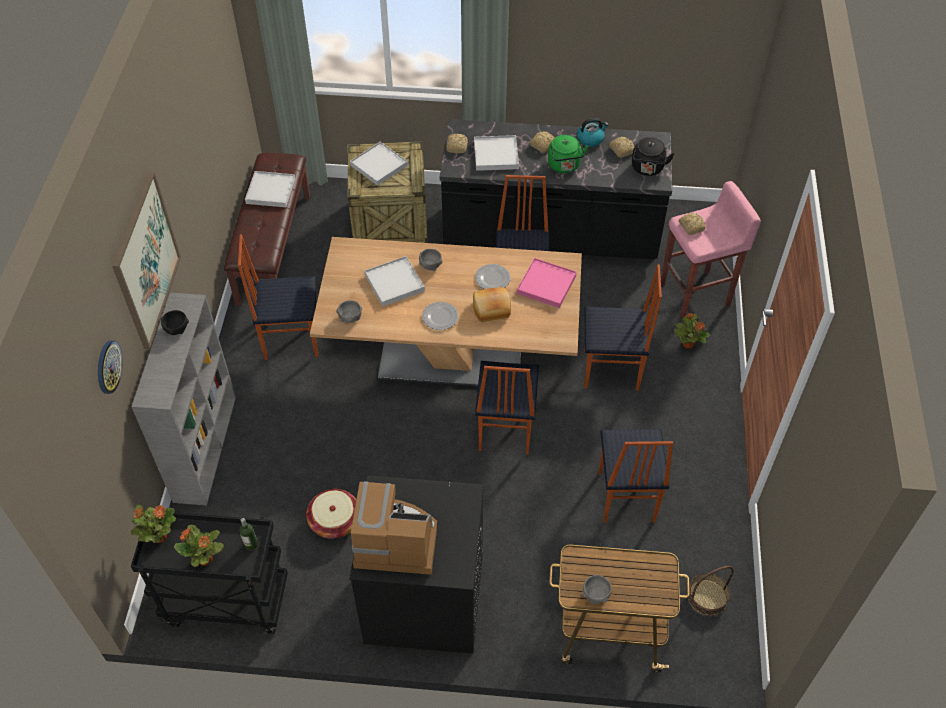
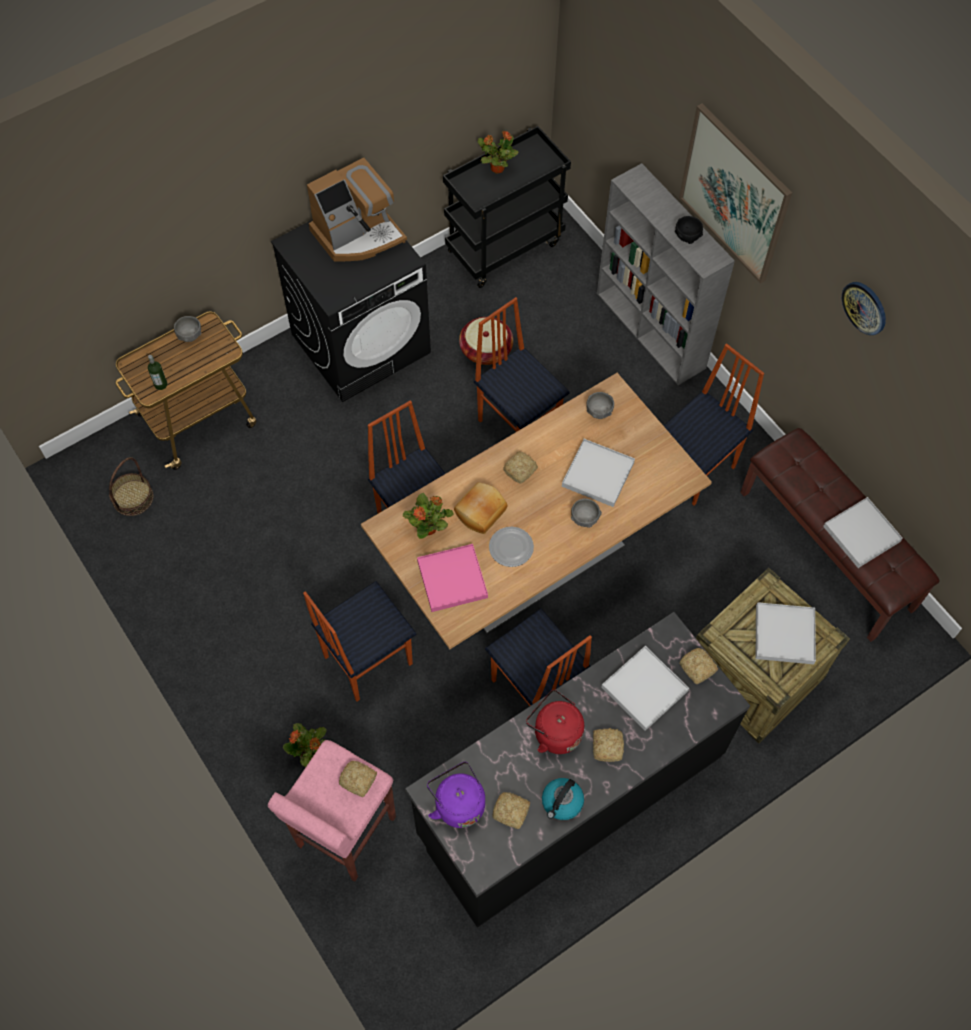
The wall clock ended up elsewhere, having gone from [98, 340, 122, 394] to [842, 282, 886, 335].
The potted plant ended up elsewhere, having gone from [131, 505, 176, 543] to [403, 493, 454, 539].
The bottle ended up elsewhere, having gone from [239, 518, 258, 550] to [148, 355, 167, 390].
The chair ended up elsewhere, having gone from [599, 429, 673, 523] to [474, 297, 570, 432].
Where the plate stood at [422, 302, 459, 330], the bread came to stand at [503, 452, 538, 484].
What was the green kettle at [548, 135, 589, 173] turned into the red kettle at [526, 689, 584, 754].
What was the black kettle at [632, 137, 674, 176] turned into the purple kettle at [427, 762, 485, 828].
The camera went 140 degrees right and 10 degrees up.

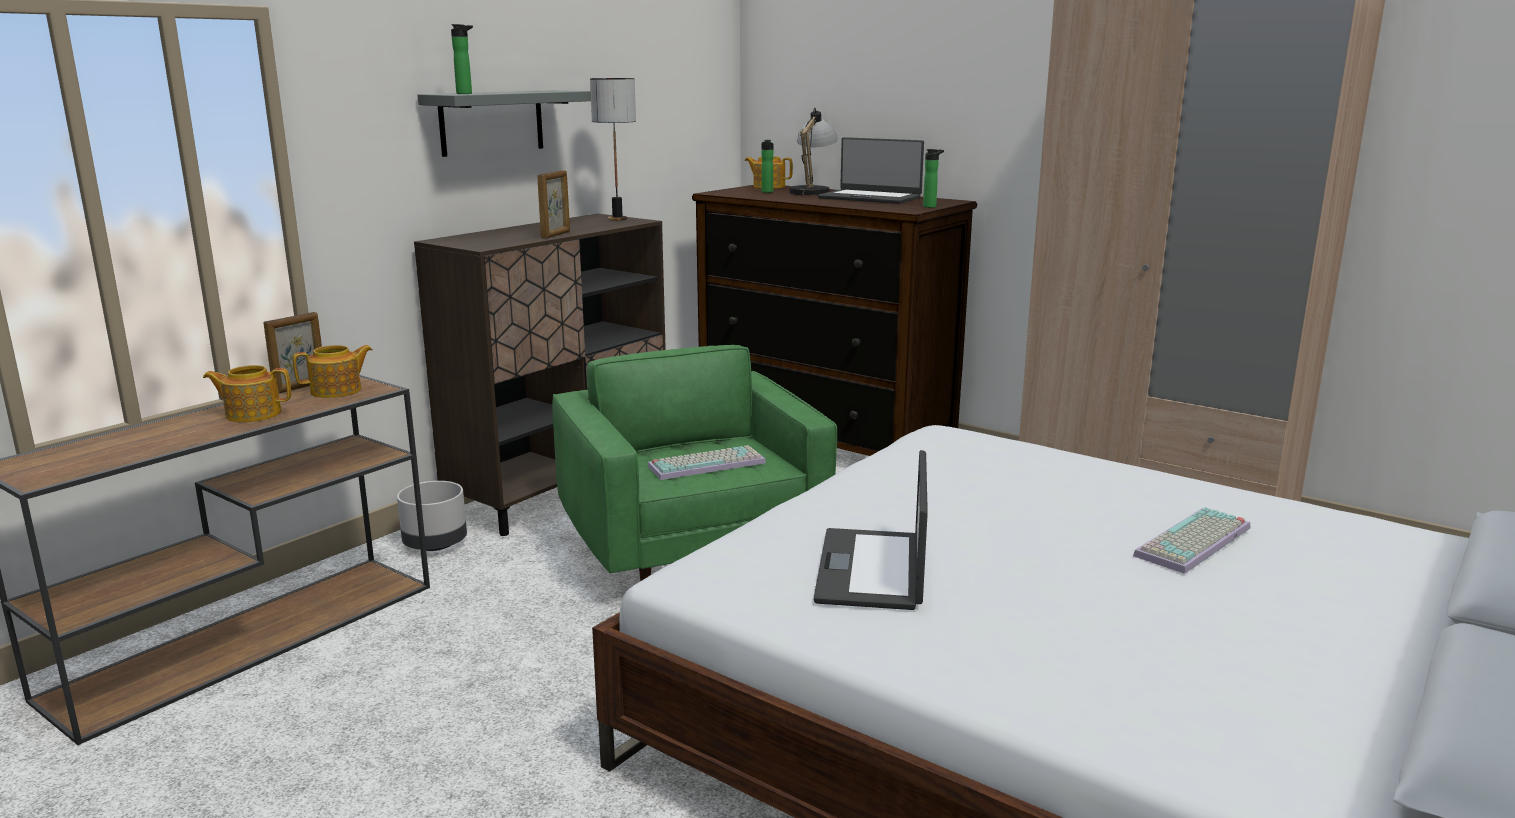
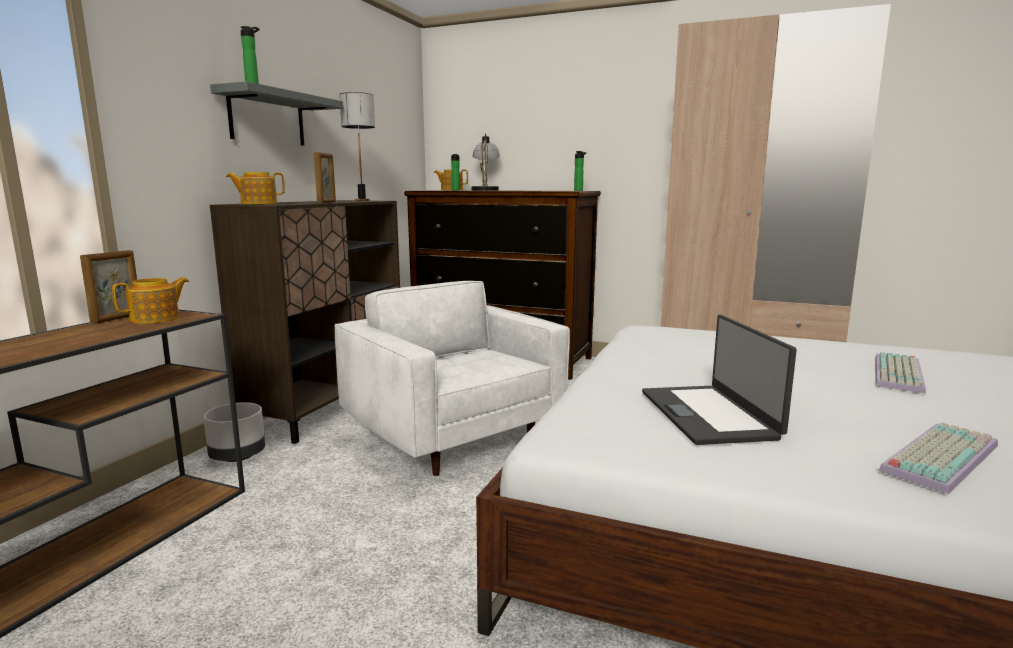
The second view lost the laptop at [818, 137, 924, 204].
The teapot ended up elsewhere, having gone from [203, 365, 291, 422] to [226, 172, 285, 204].
The keyboard ended up elsewhere, having gone from [648, 445, 766, 480] to [879, 422, 998, 494].
What was the green armchair at [552, 345, 837, 581] turned into the white armchair at [335, 281, 570, 476].
The camera went 15 degrees left and 5 degrees down.

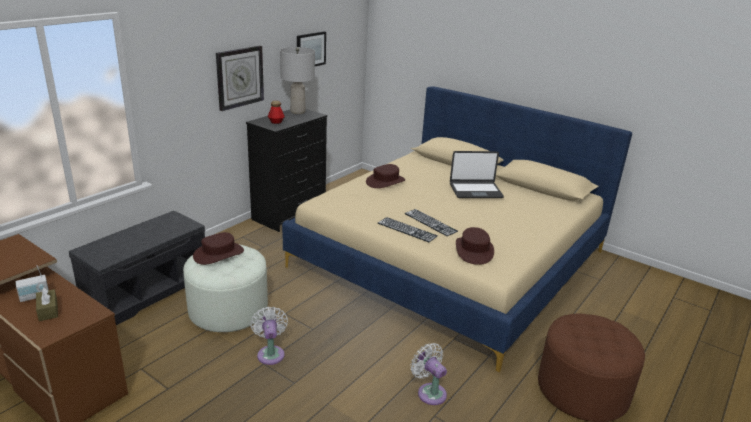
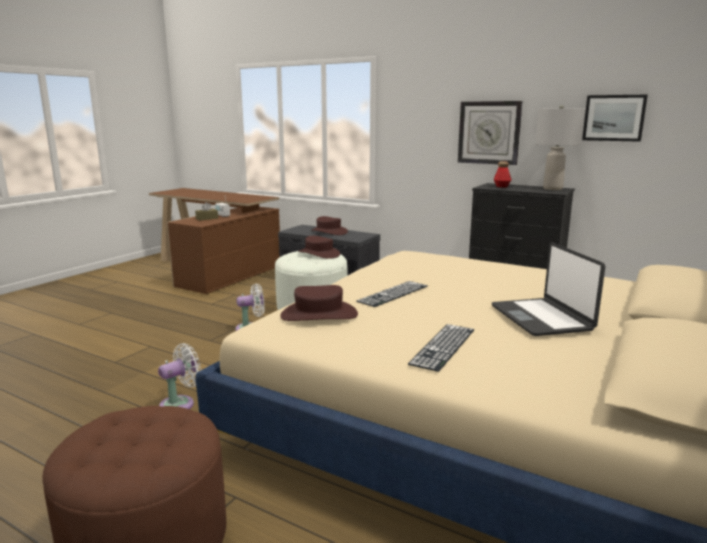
The brown hat ended up elsewhere, having gone from [366, 164, 405, 188] to [312, 216, 348, 235].
The keyboard ended up elsewhere, having gone from [378, 217, 438, 242] to [408, 324, 474, 372].
The camera went 85 degrees right and 10 degrees down.

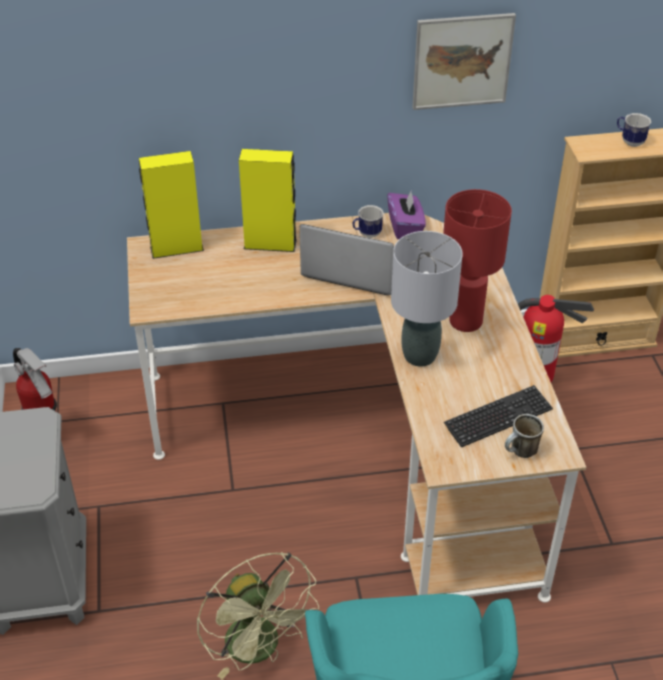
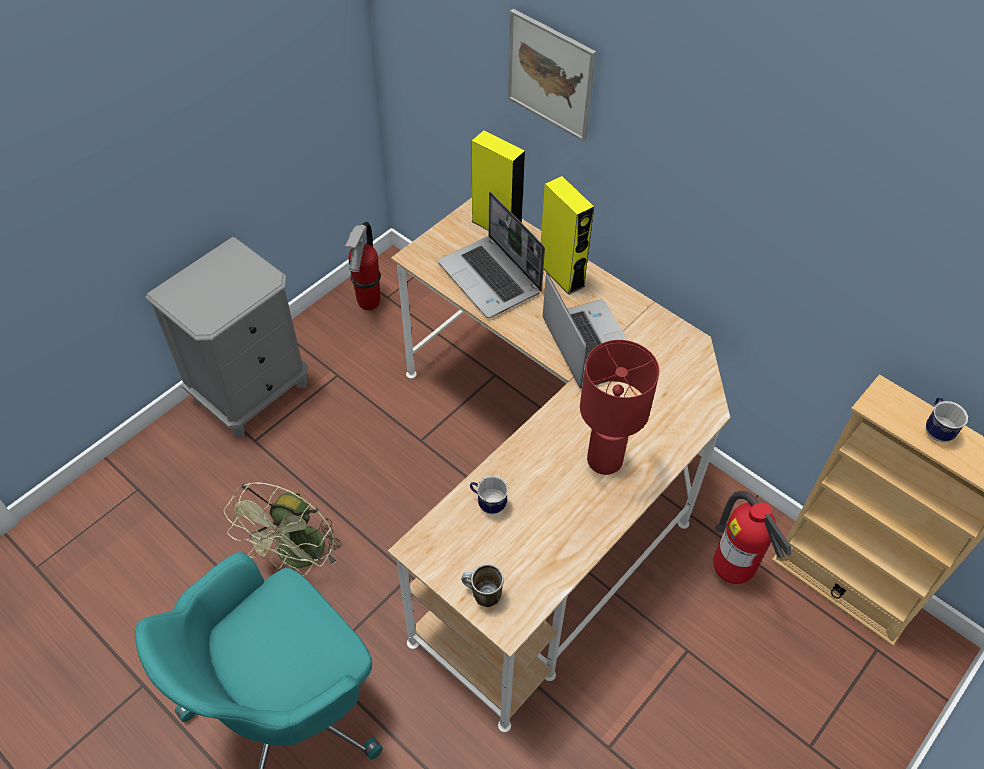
The second view lost the purple tissue box at [387, 191, 426, 239].
The second view lost the grey table lamp at [391, 231, 463, 367].
The second view lost the keyboard at [444, 385, 553, 447].
The second view gained the laptop at [438, 192, 545, 318].
The mug ended up elsewhere, having gone from [353, 205, 384, 238] to [470, 476, 508, 514].
The picture ended up elsewhere, having gone from [412, 13, 516, 110] to [508, 9, 596, 142].
The camera went 50 degrees right and 10 degrees up.

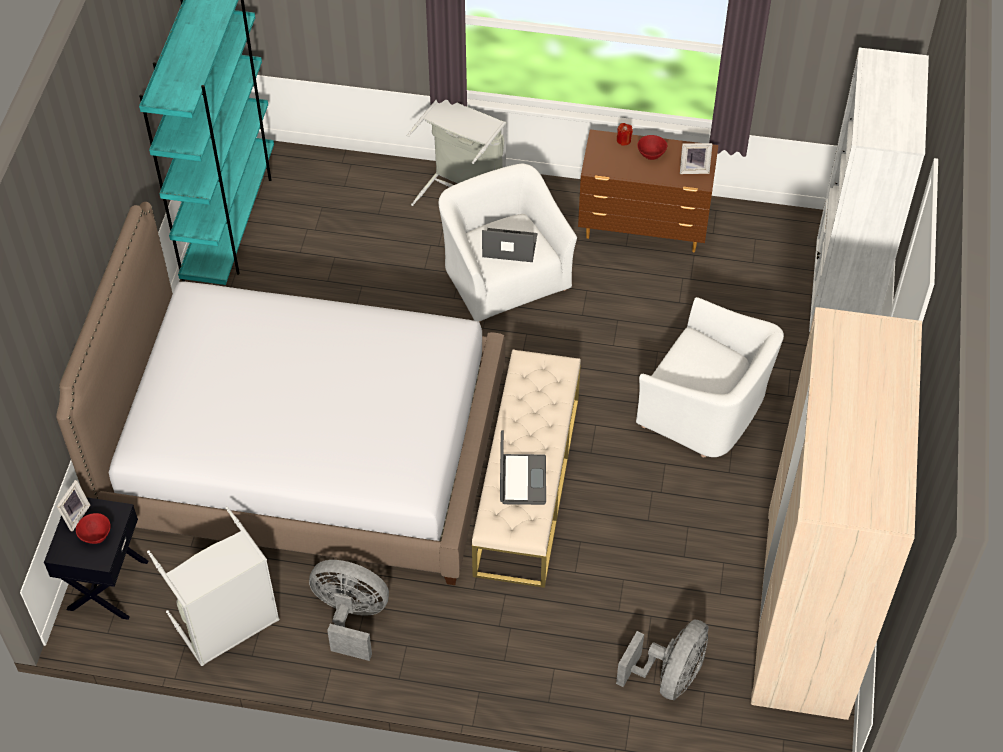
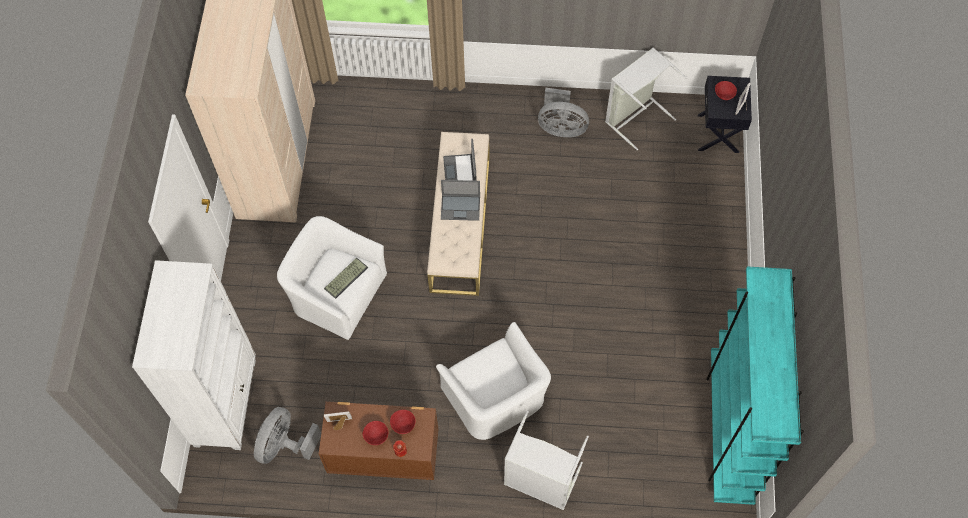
The second view lost the bed at [56, 202, 505, 585].
The second view gained the keyboard at [324, 258, 368, 299].
The second view gained the red bowl at [390, 410, 415, 434].
The laptop ended up elsewhere, having gone from [482, 228, 537, 262] to [441, 180, 480, 221].
The grey fan ended up elsewhere, having gone from [616, 620, 708, 700] to [254, 407, 321, 464].
The camera went 175 degrees right and 10 degrees up.

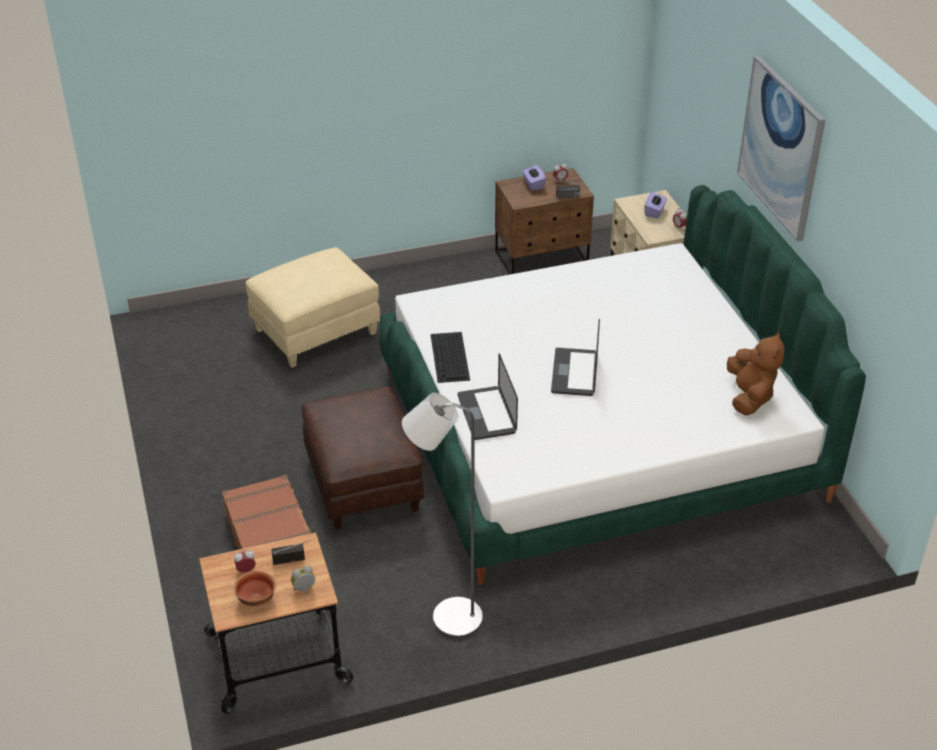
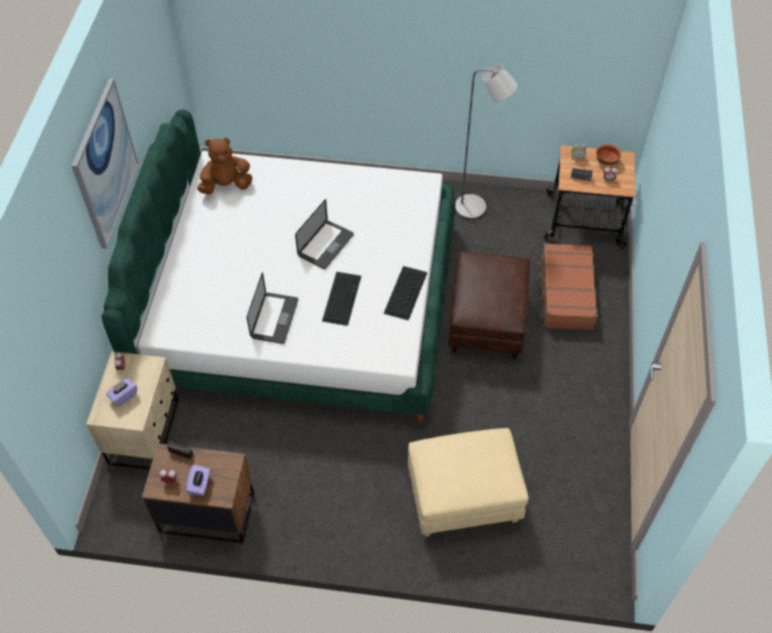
The second view gained the keyboard at [322, 272, 361, 326].
The laptop ended up elsewhere, having gone from [457, 354, 518, 440] to [247, 272, 298, 344].
The brown plush toy at [727, 332, 784, 416] ended up facing another way, 45 degrees clockwise from before.
The camera went 155 degrees left and 15 degrees up.

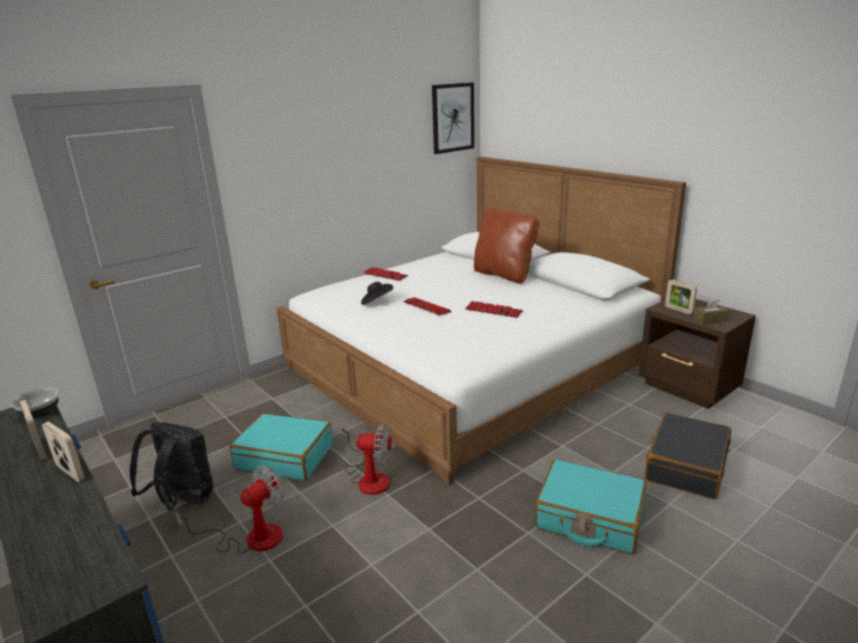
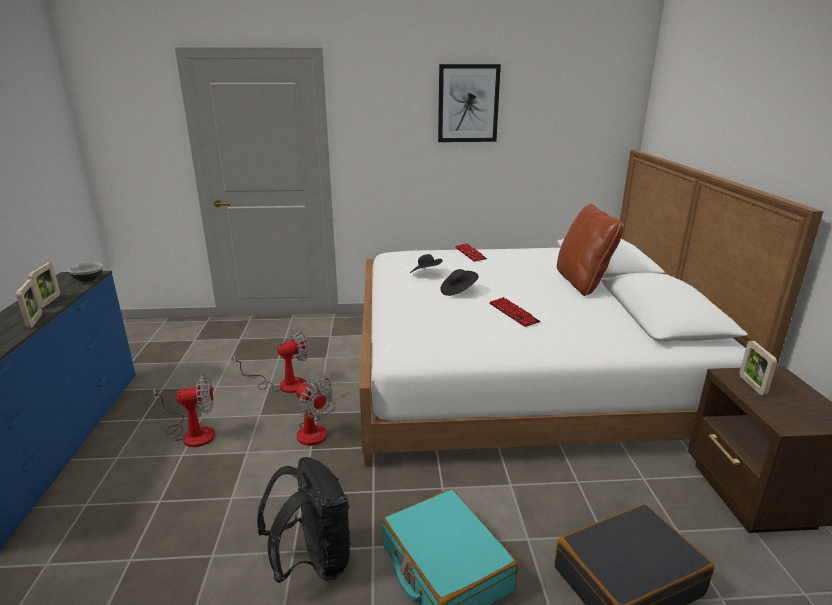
The second view lost the brown tissue box at [693, 298, 729, 325].
The black backpack ended up elsewhere, having gone from [130, 422, 214, 510] to [257, 457, 351, 583].
The picture ended up elsewhere, having gone from [432, 82, 474, 154] to [438, 64, 501, 142].
Where the turquoise suitcase stood at [229, 413, 333, 481], the fan came to stand at [233, 330, 309, 393].
Where the keyboard stood at [403, 297, 452, 316], the black hat came to stand at [440, 269, 479, 296].
The camera went 35 degrees right and 0 degrees up.

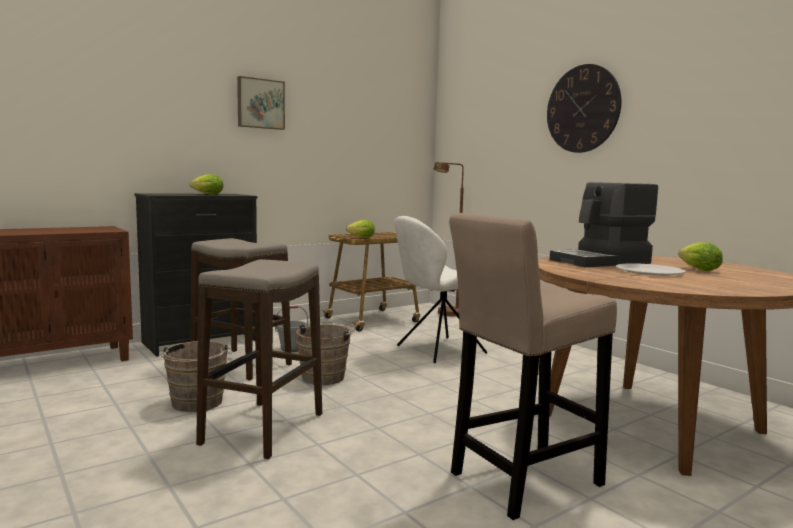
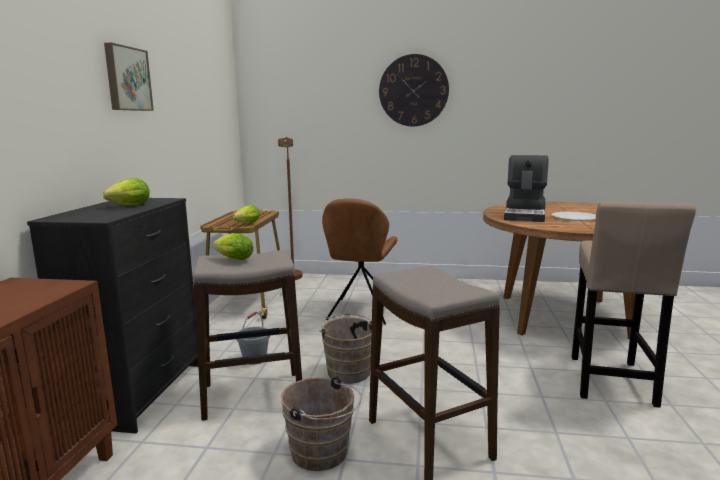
The lettuce ended up elsewhere, having gone from [678, 242, 723, 271] to [213, 233, 253, 260].
What was the white chair at [394, 216, 487, 363] turned into the brown chair at [322, 198, 397, 325].
The camera went 45 degrees left and 5 degrees up.

